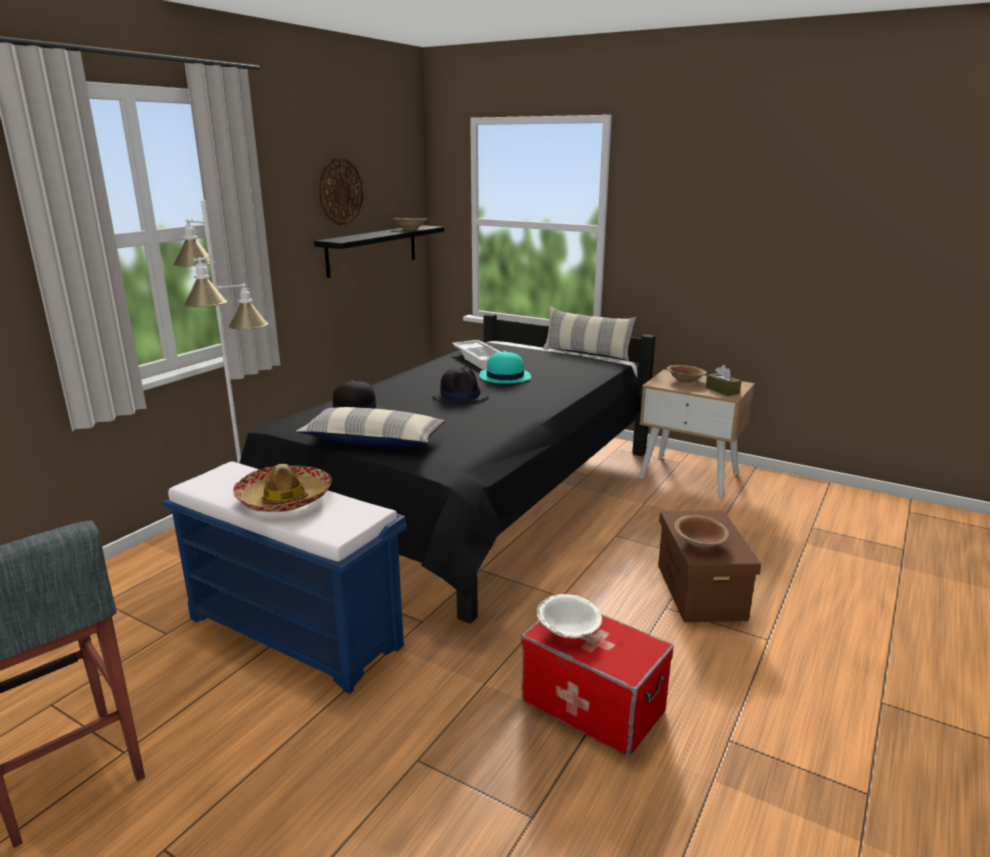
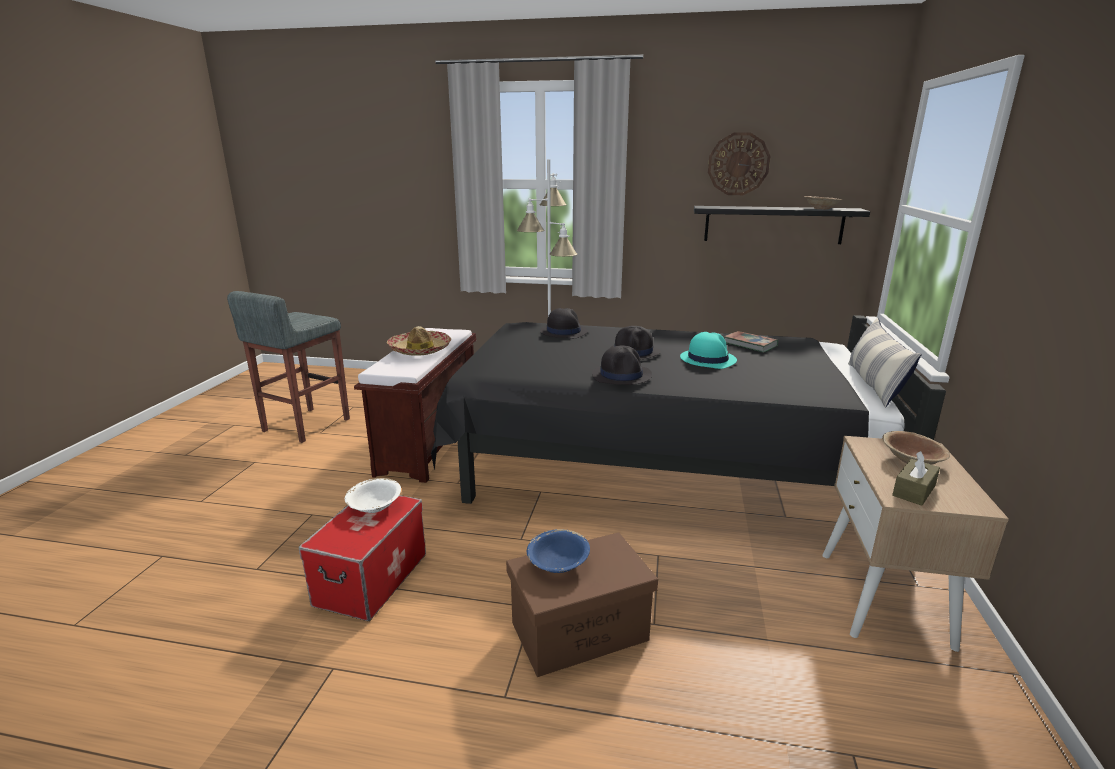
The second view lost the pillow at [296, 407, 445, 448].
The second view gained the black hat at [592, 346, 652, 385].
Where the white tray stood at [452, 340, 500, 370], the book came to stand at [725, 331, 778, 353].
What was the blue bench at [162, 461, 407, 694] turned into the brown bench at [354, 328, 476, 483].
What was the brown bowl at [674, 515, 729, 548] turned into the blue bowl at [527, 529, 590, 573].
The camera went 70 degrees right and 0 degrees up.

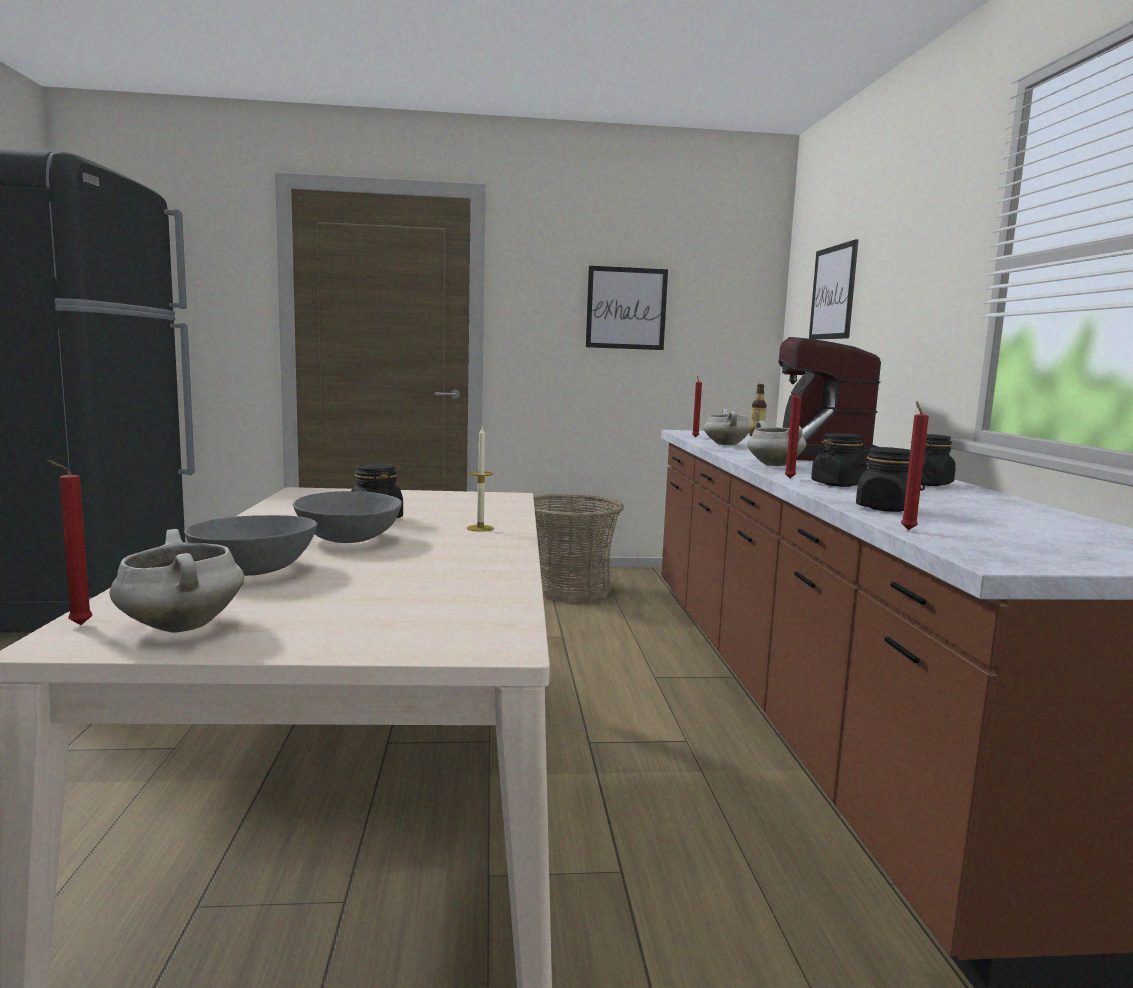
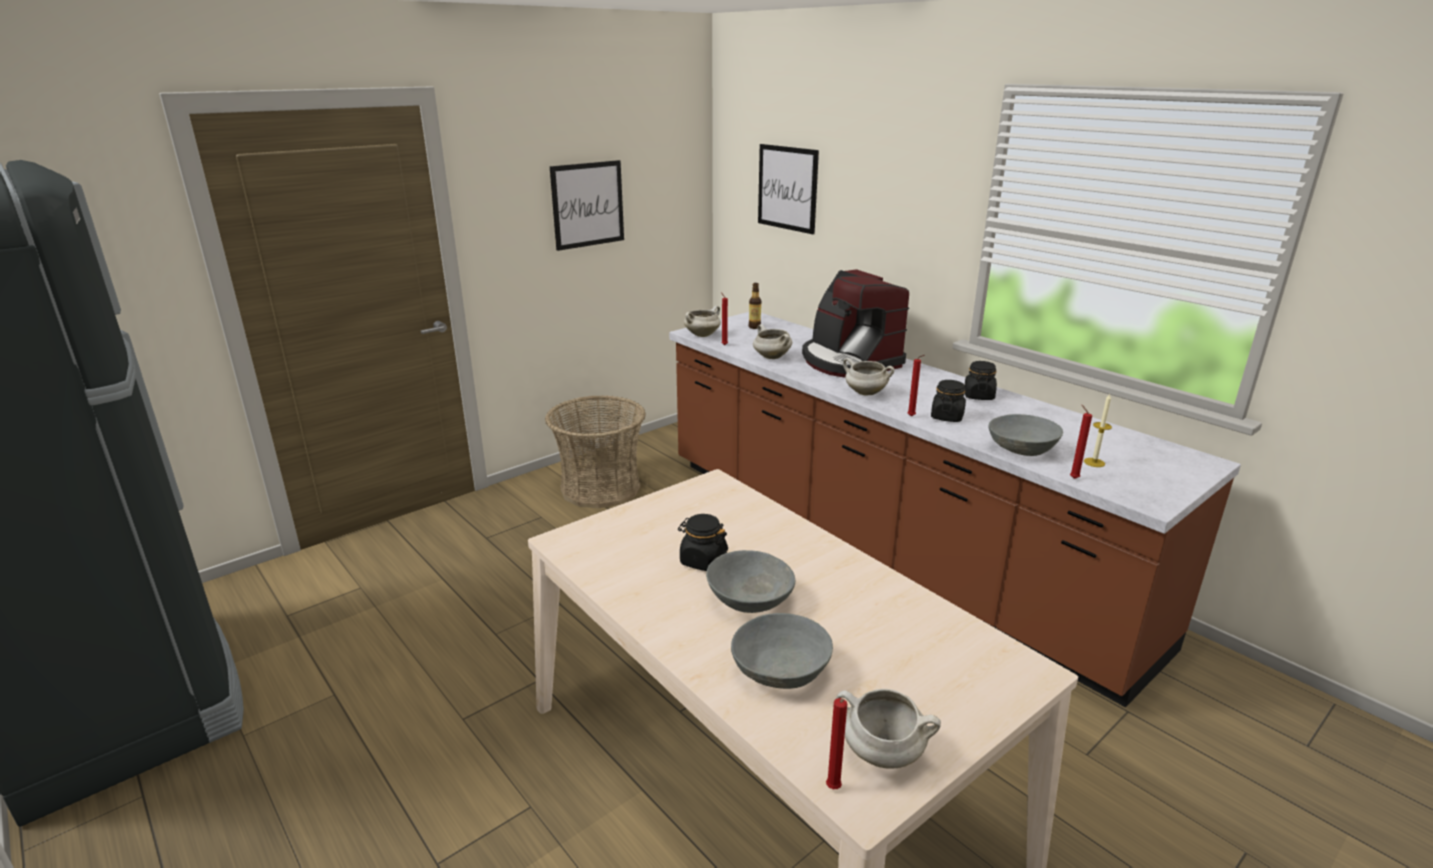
The second view gained the white cooking pot at [684, 306, 721, 337].
The candle ended up elsewhere, having gone from [467, 427, 494, 532] to [1084, 394, 1112, 467].
Where the black jar stood at [855, 447, 925, 512], the grey bowl came to stand at [989, 414, 1063, 456].
The camera went 35 degrees left and 15 degrees up.

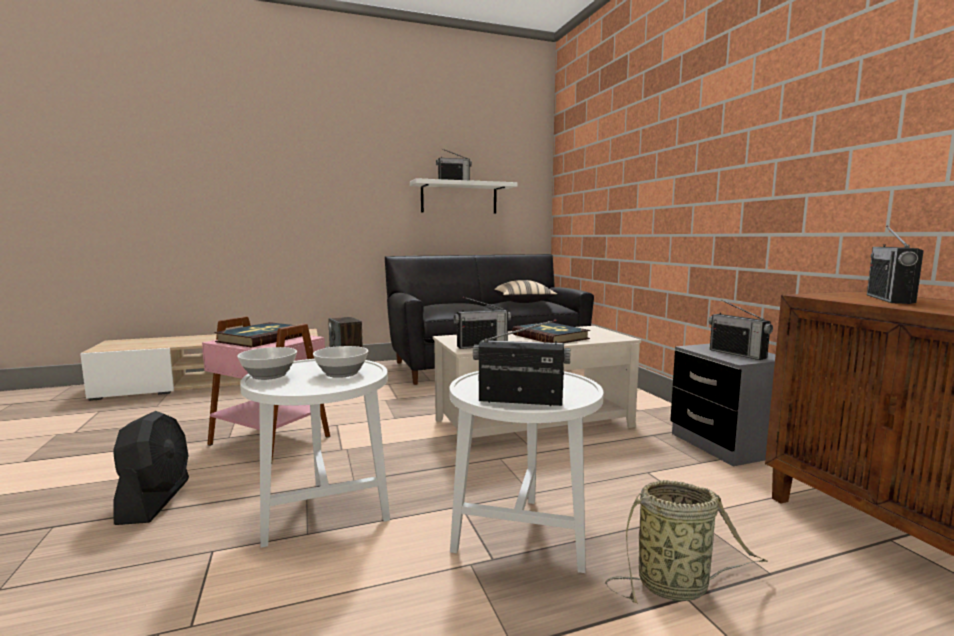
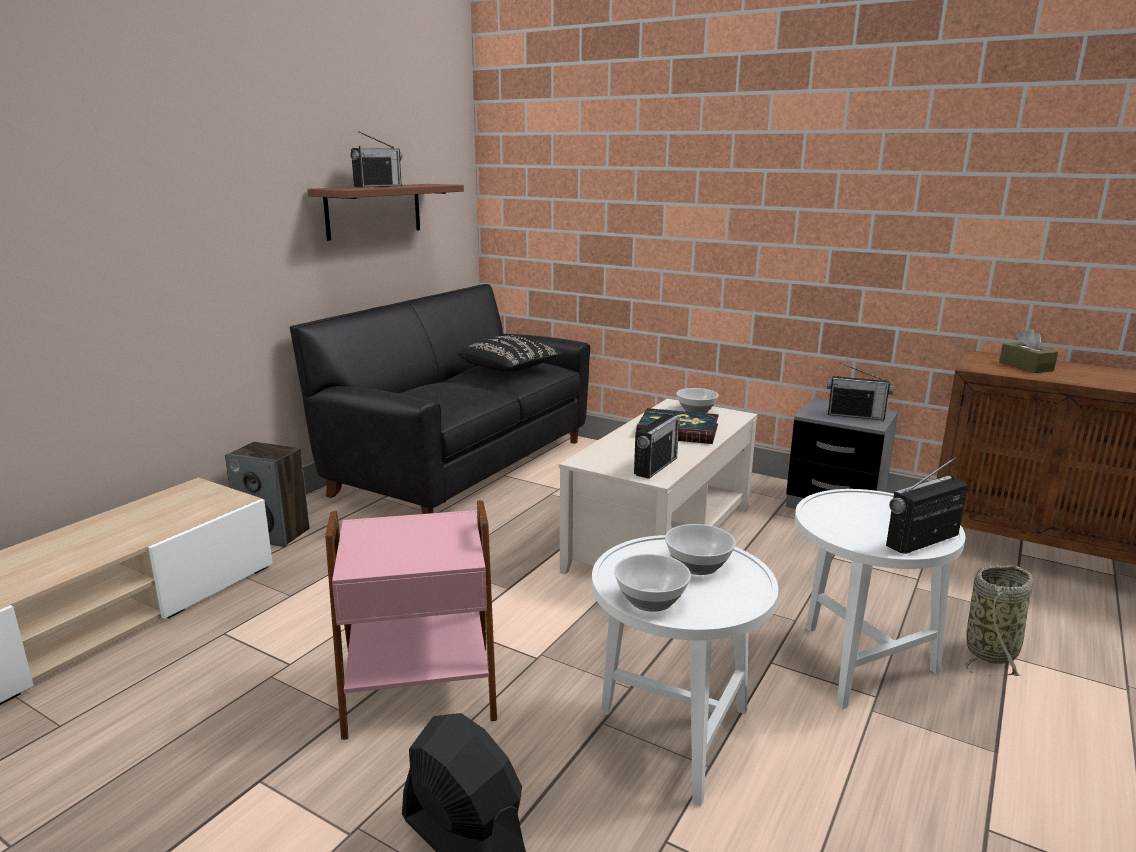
The second view lost the book at [214, 322, 302, 348].
The second view gained the bowl at [676, 388, 719, 413].
Where the radio stood at [867, 226, 924, 304], the brown tissue box came to stand at [999, 329, 1058, 373].
What was the white shelf at [410, 178, 517, 214] turned into the brown shelf at [307, 184, 464, 241].
What was the beige pillow at [494, 280, 557, 303] turned into the black pillow at [457, 335, 563, 372].
The camera went 40 degrees left and 10 degrees up.

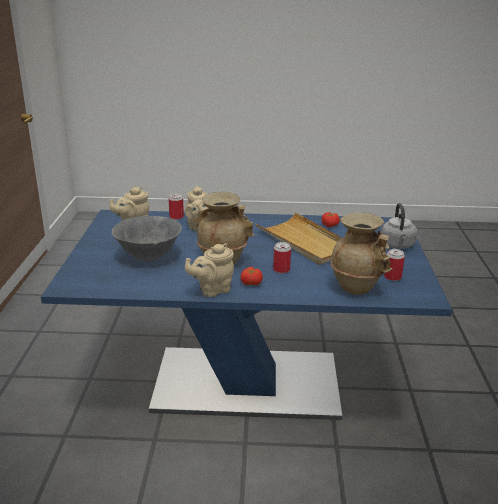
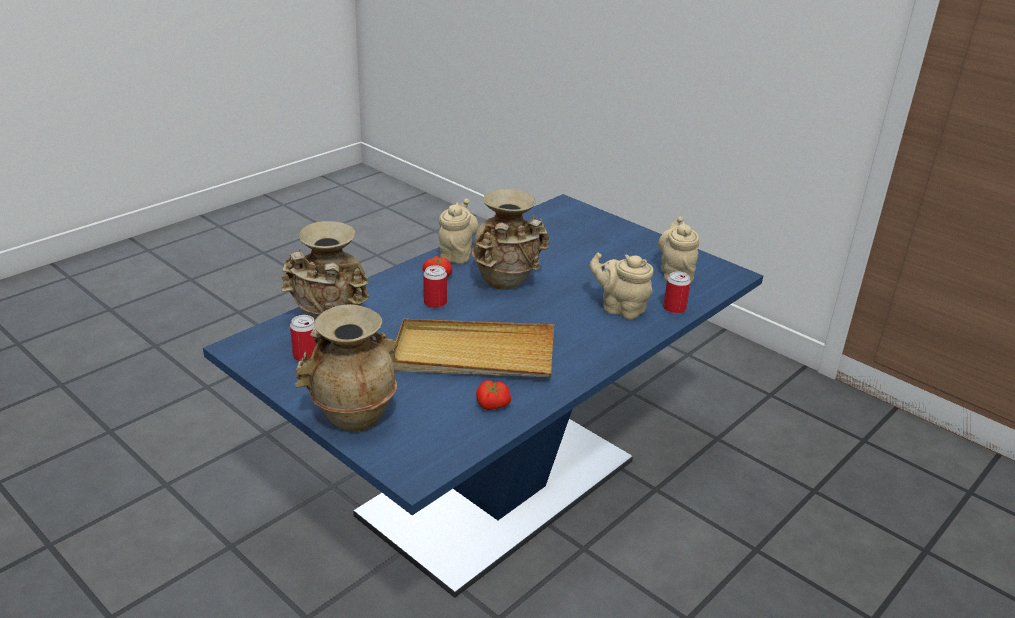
The second view lost the grey bowl at [112, 216, 182, 261].
Where the grey kettle stood at [381, 203, 417, 249], the beige vase came to stand at [295, 304, 398, 431].
The camera went 130 degrees right and 5 degrees up.

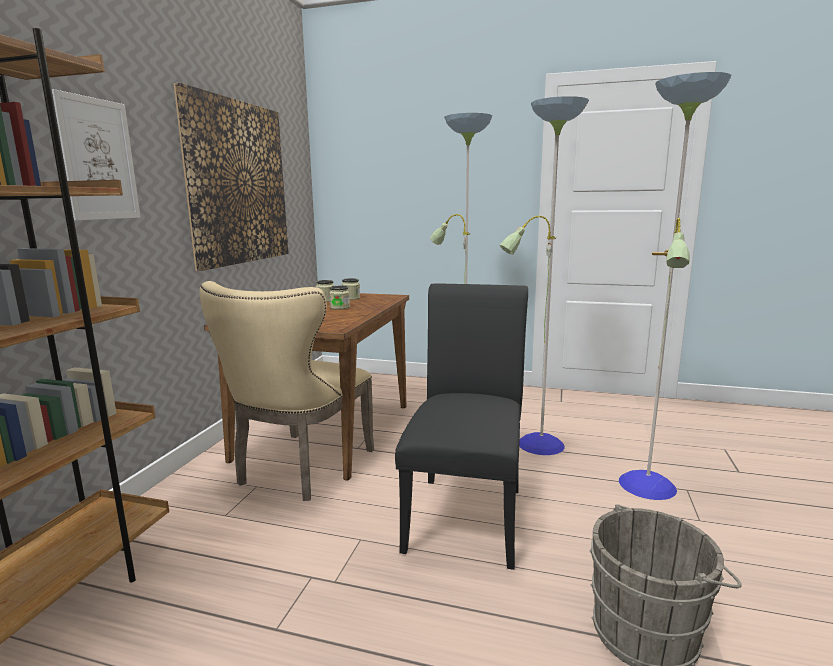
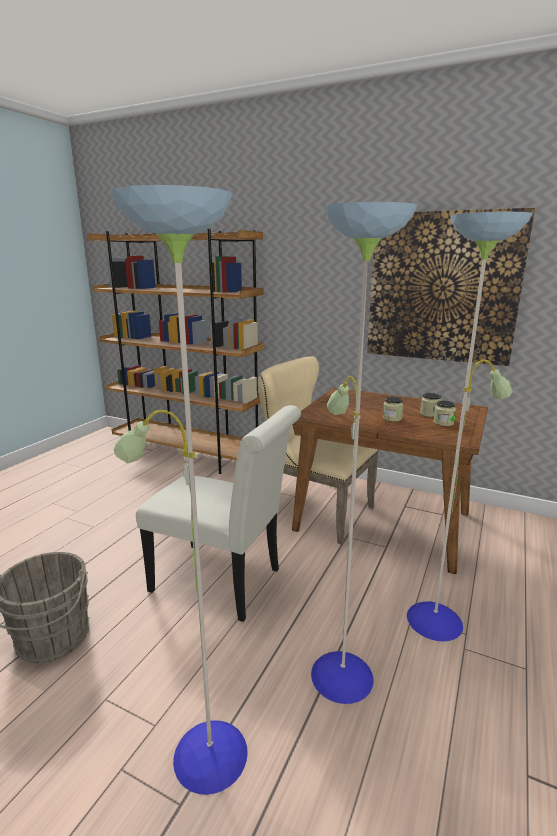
The second view lost the picture at [52, 89, 141, 221].
What was the black chair at [395, 283, 528, 570] turned into the white chair at [136, 405, 301, 622].
The camera went 100 degrees right and 5 degrees up.

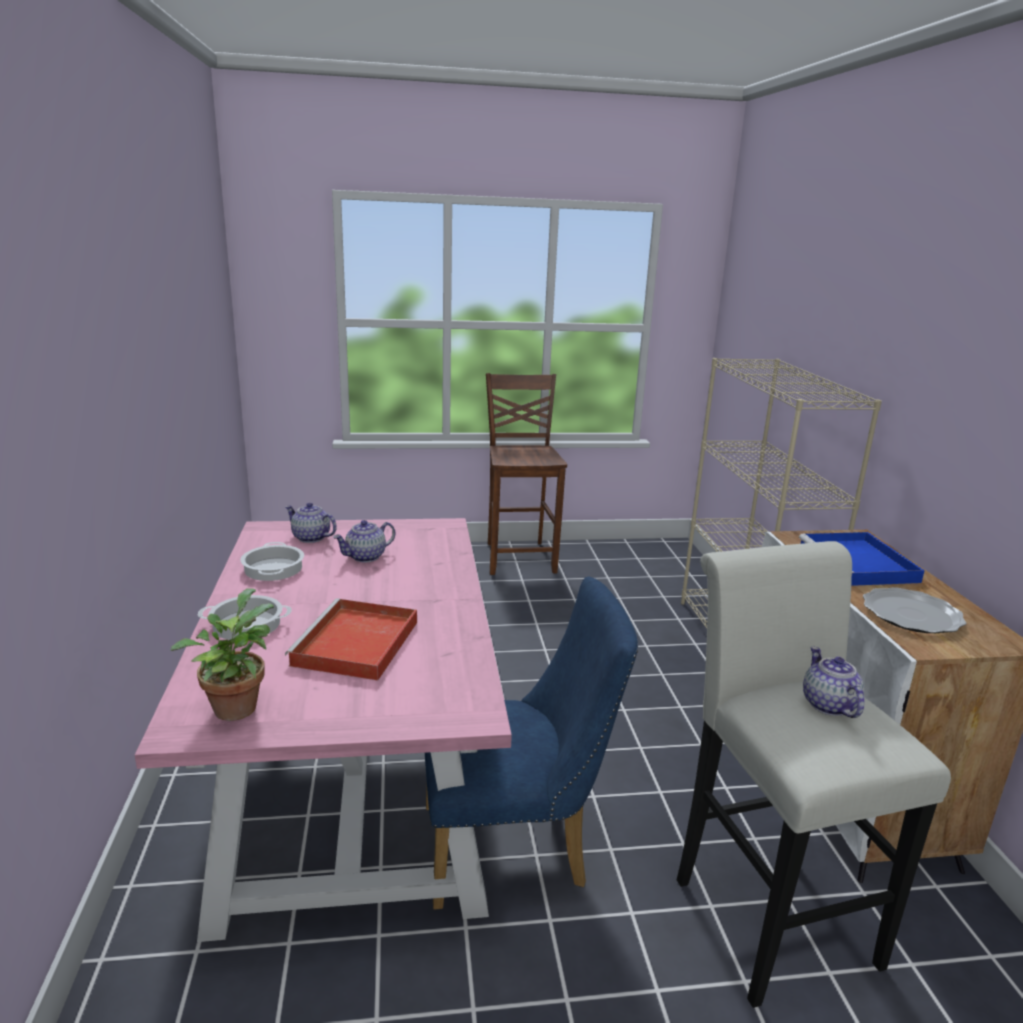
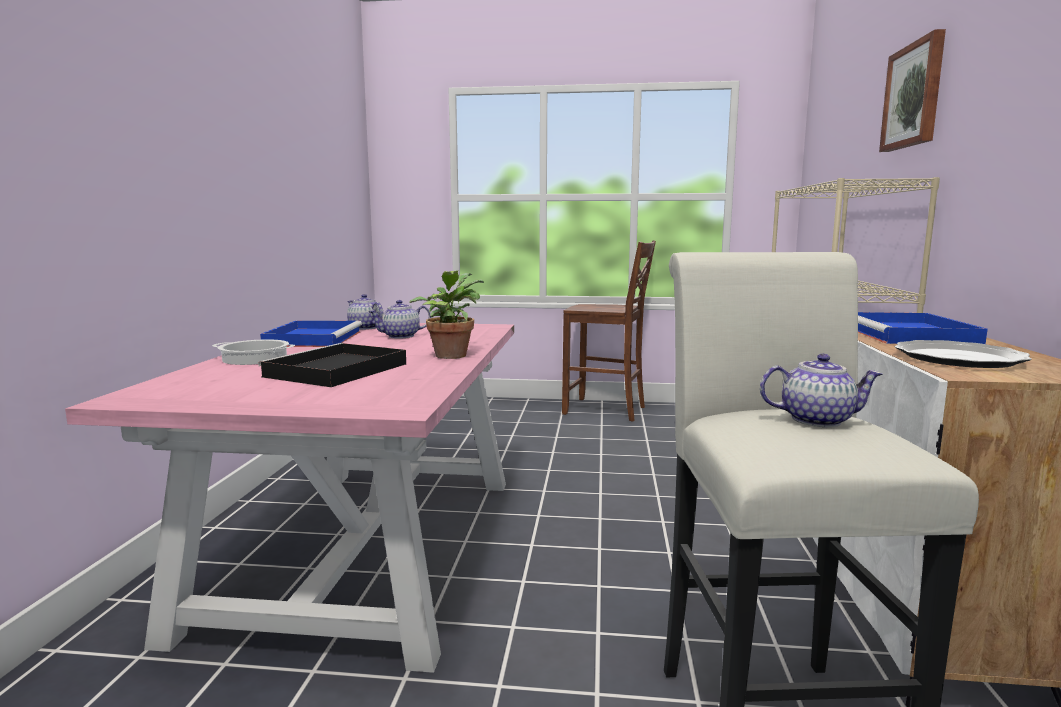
The second view lost the blue chair at [425, 576, 638, 910].
The second view gained the picture at [879, 29, 946, 152].
The potted plant ended up elsewhere, having gone from [171, 588, 274, 721] to [410, 270, 484, 359].
Where the cooking pot stood at [240, 542, 304, 581], the blue tray came to stand at [260, 321, 362, 347].
What was the red tray at [285, 599, 417, 680] turned into the black tray at [258, 343, 406, 387].
The brown chair at [486, 373, 567, 575] ended up facing another way, 105 degrees clockwise from before.
The teapot at [803, 647, 865, 718] ended up facing another way, 90 degrees clockwise from before.
The camera went 15 degrees right and 10 degrees down.

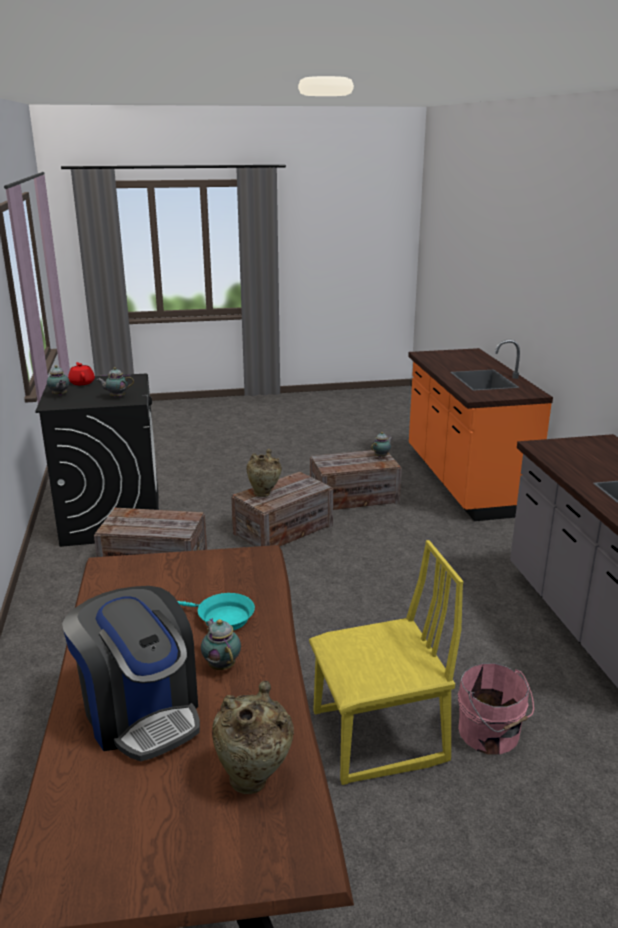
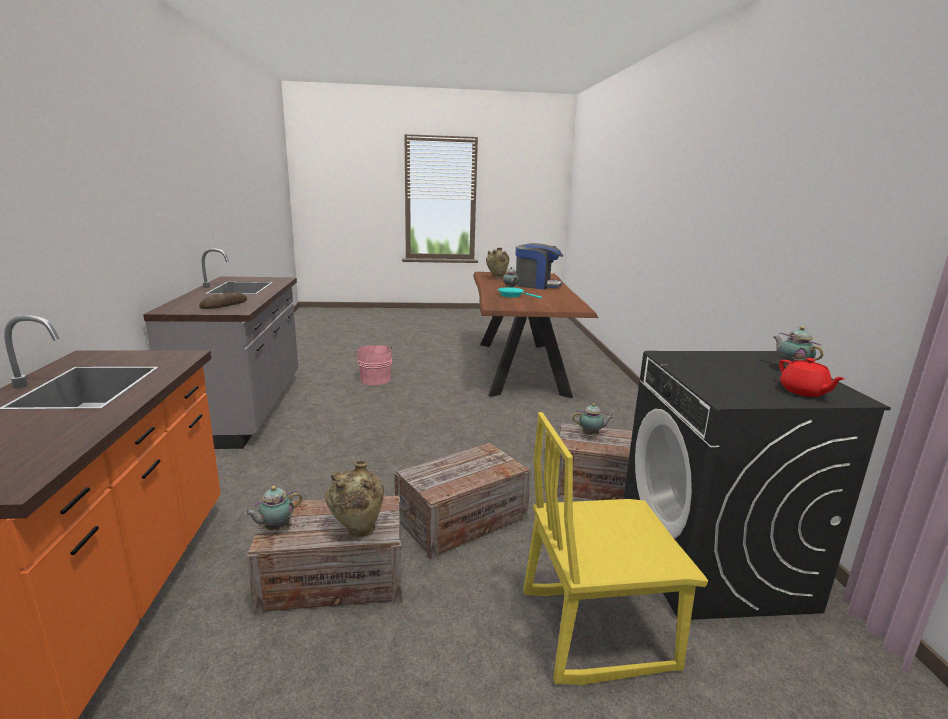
The second view gained the bread at [199, 292, 247, 309].
The teapot ended up elsewhere, having gone from [97, 367, 134, 397] to [573, 403, 614, 435].
The beige vase ended up elsewhere, having gone from [247, 449, 282, 497] to [325, 461, 384, 538].
The yellow chair ended up elsewhere, having gone from [309, 540, 464, 785] to [523, 412, 708, 685].
The coffee machine at [62, 586, 200, 761] ended up facing another way, 135 degrees clockwise from before.
The camera went 175 degrees left and 5 degrees down.

